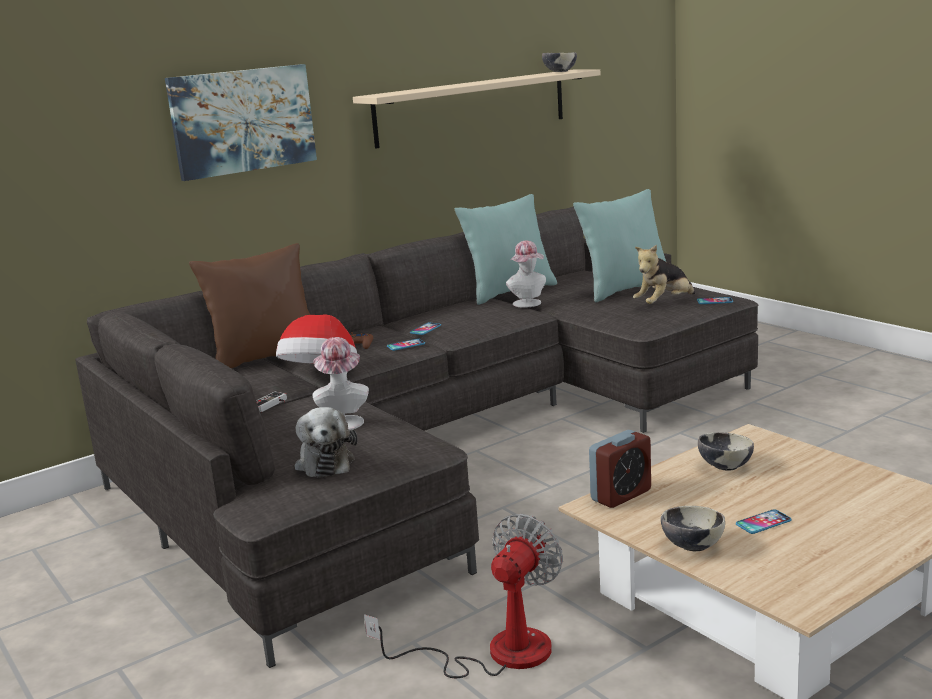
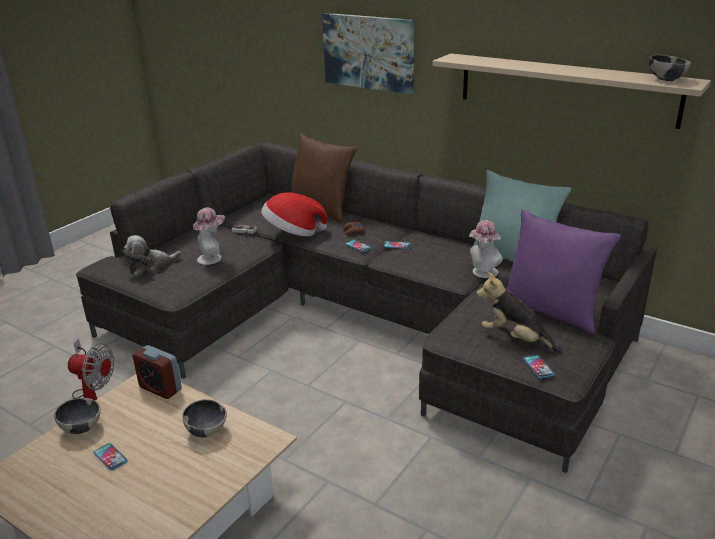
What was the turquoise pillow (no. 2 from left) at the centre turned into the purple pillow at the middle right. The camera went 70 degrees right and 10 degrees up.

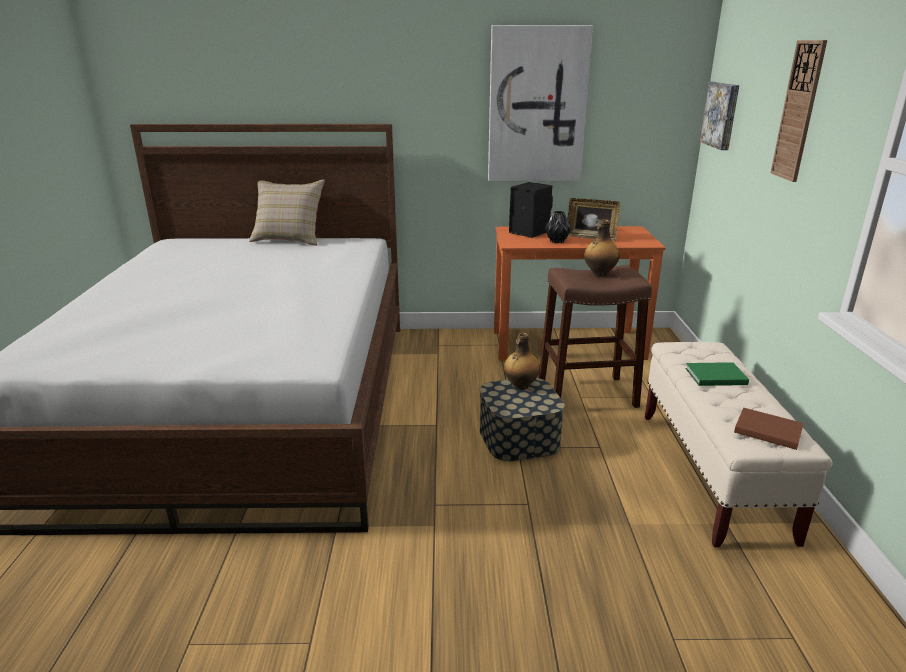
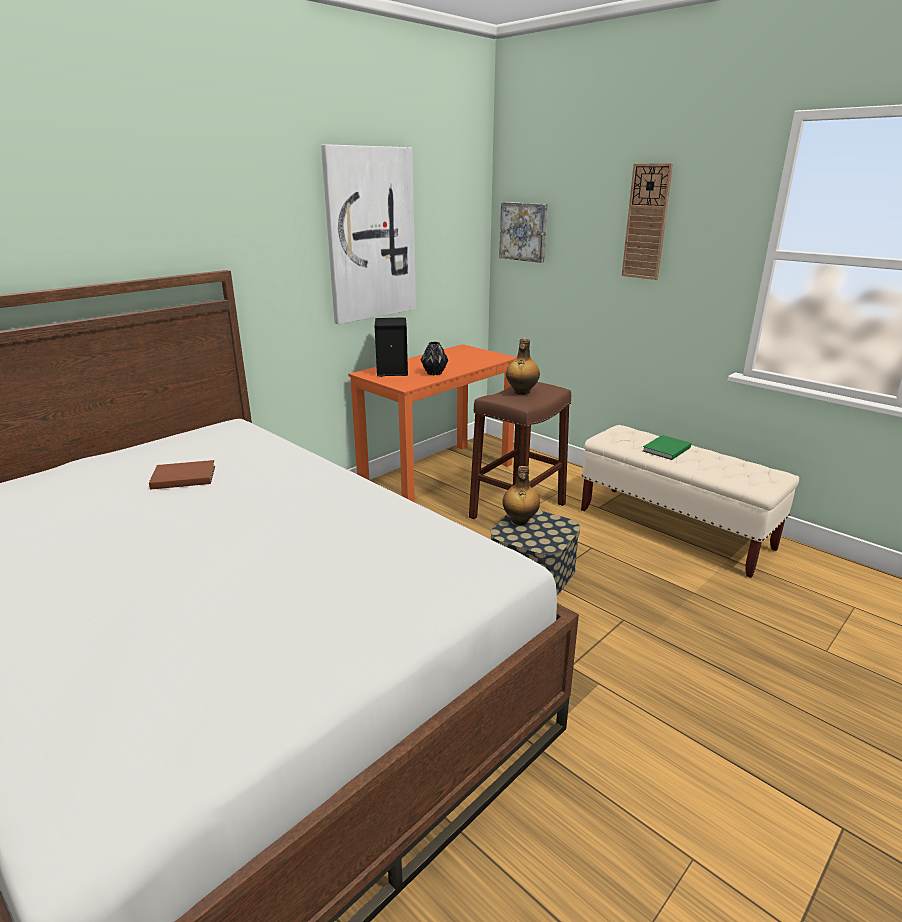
The brown book ended up elsewhere, having gone from the middle right to the middle left. The second view lost the beige pillow at the top left. The second view lost the picture frame at the top centre. The camera went 45 degrees left and 0 degrees up.

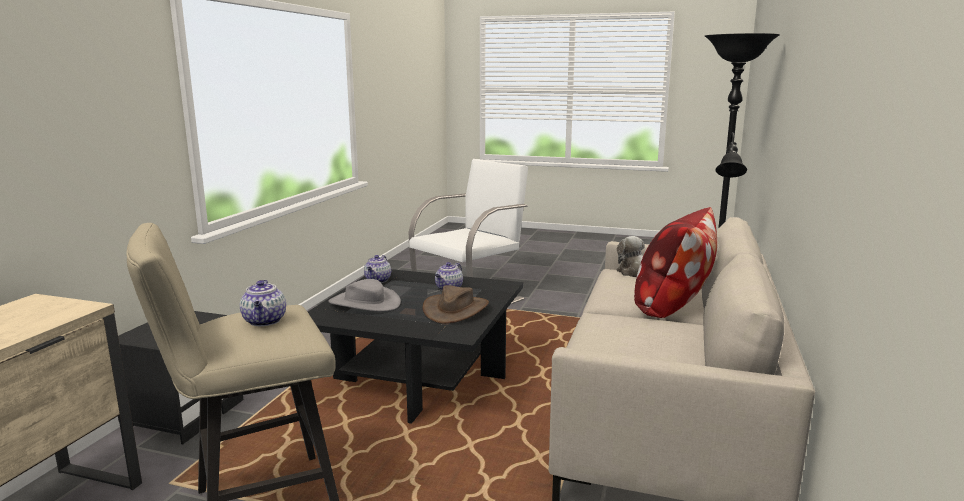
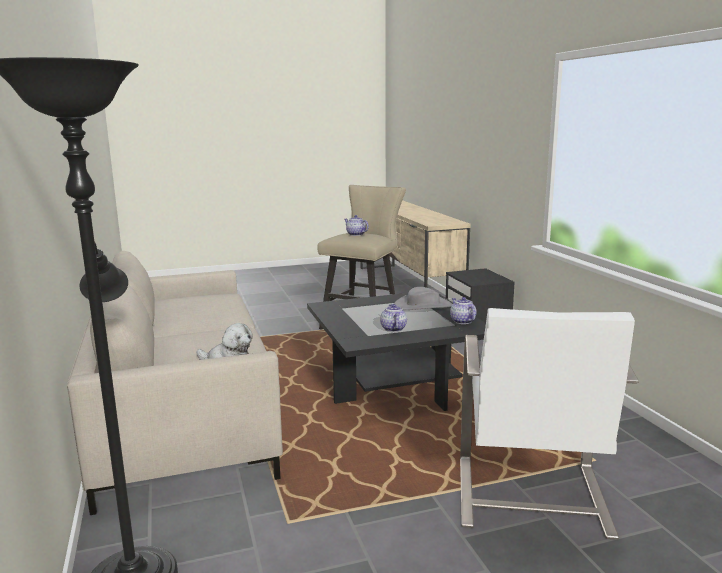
The second view lost the brown hat at the centre. The second view lost the pillow at the middle right. The camera went 145 degrees right and 0 degrees up.

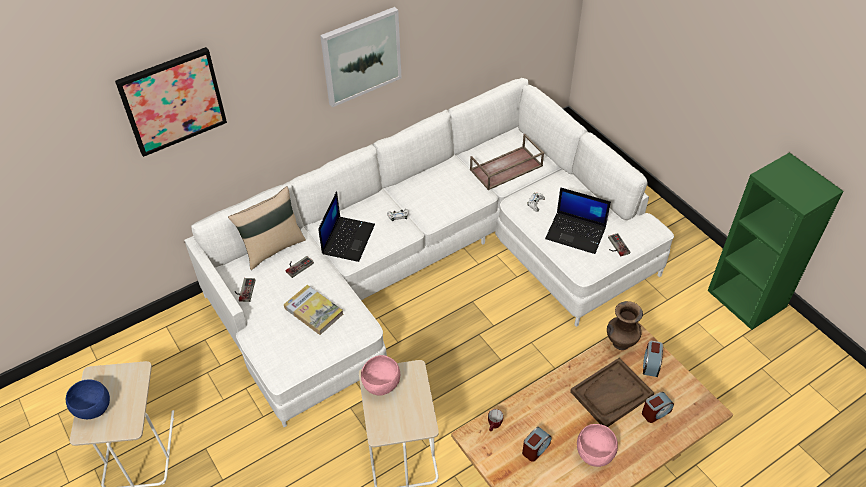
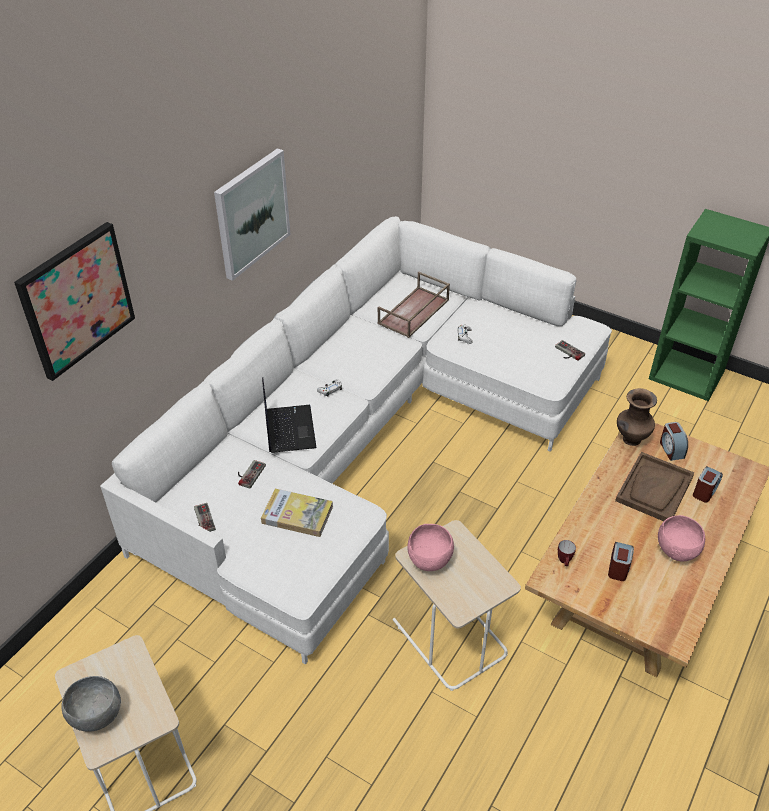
What was the blue bowl at the bottom left turned into the grey bowl at the bottom left. The second view lost the beige pillow at the middle left. The second view lost the laptop (no. 2 from left) at the middle right. The camera went 25 degrees left and 5 degrees down.

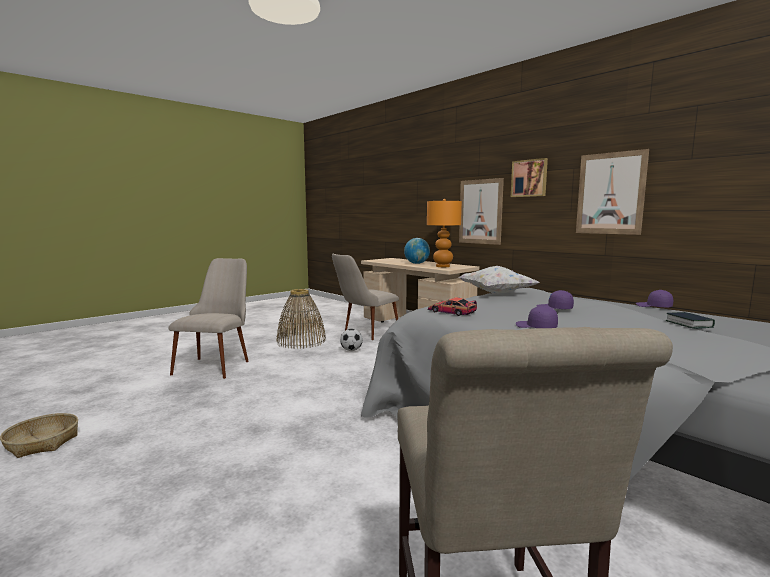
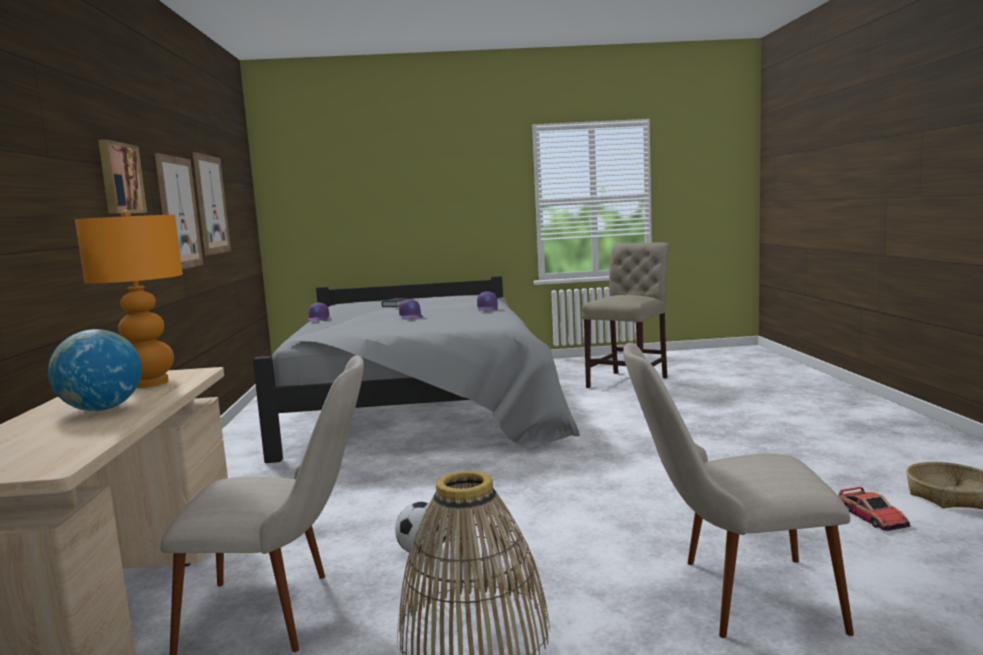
The picture (no. 1 from left in the first image) ended up elsewhere, having gone from the centre to the top left. The beige chair (no. 1 from left in the first image) at the middle left ended up facing another way, 45 degrees clockwise from before. The toy car ended up elsewhere, having gone from the centre to the bottom right. The second view lost the white pillow at the centre. The camera went 140 degrees left and 0 degrees up.

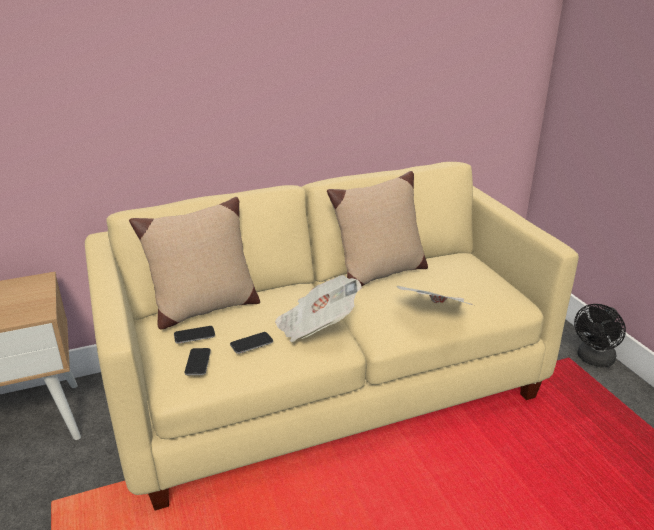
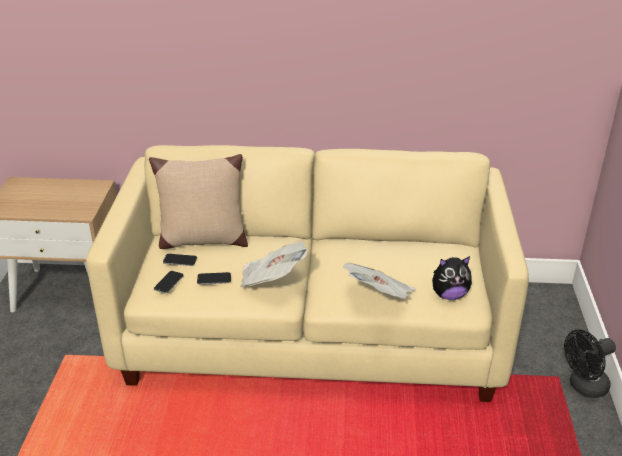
The second view gained the plush toy at the middle right. The second view lost the beige pillow (no. 2 from left) at the centre. The camera went 25 degrees right and 5 degrees up.

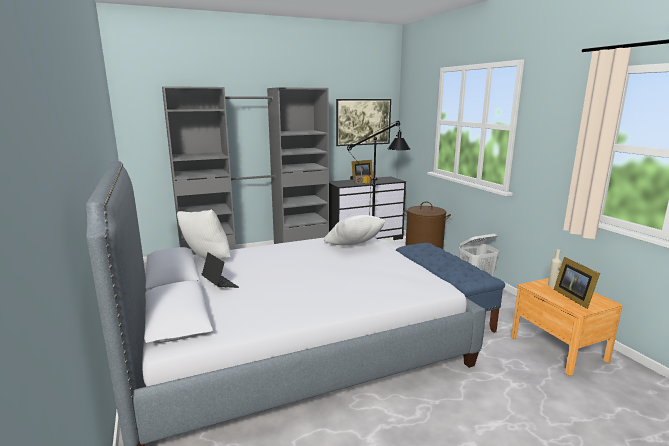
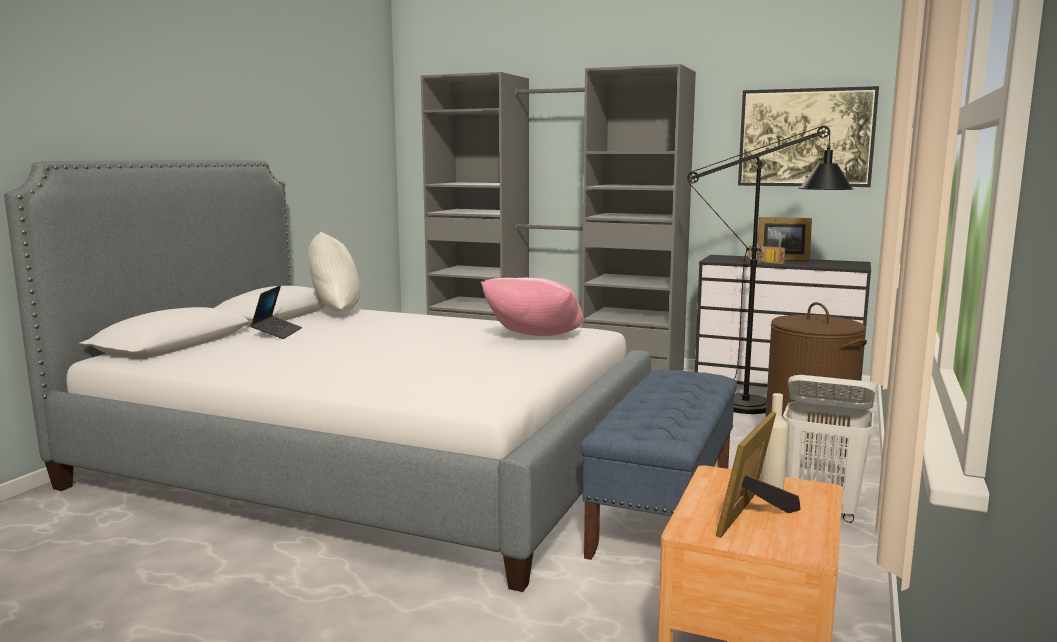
What was the white pillow (no. 2 from left) at the centre turned into the pink pillow at the centre. The camera went 45 degrees right and 5 degrees down.

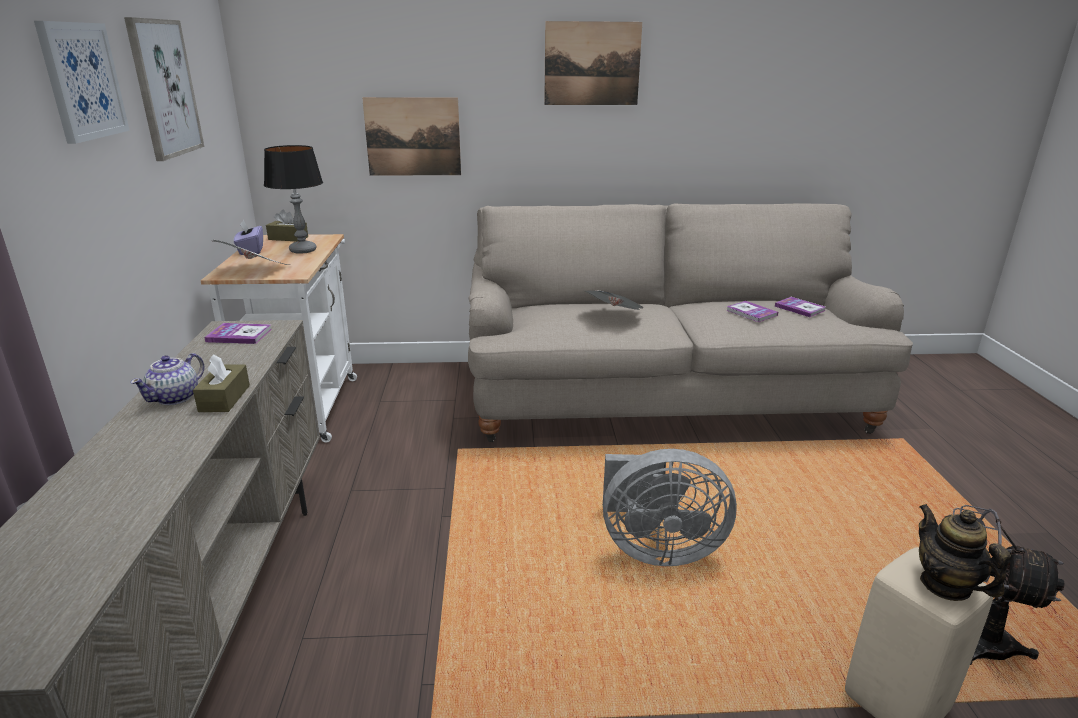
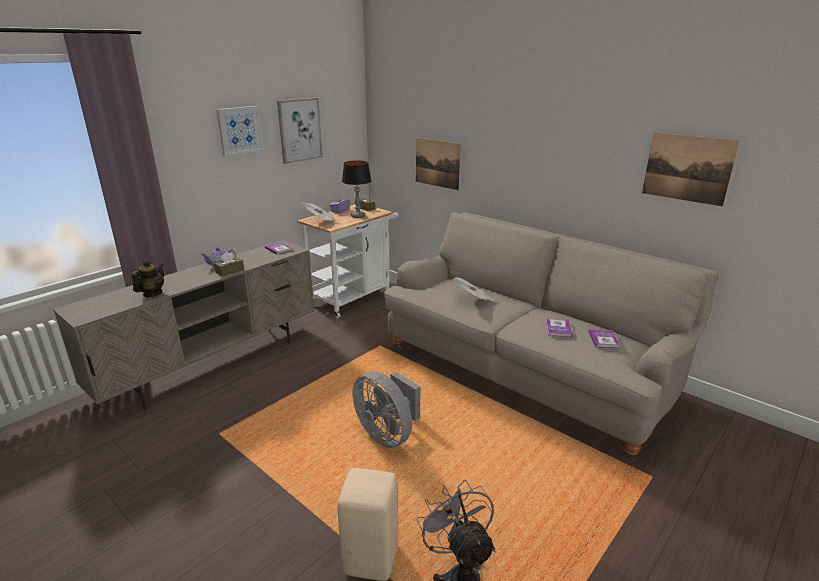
The teapot (no. 2 from left in the first image) ended up elsewhere, having gone from the bottom right to the middle left. The picture (no. 4 from left) ended up elsewhere, having gone from the top centre to the top right. The camera went 45 degrees right and 0 degrees up.

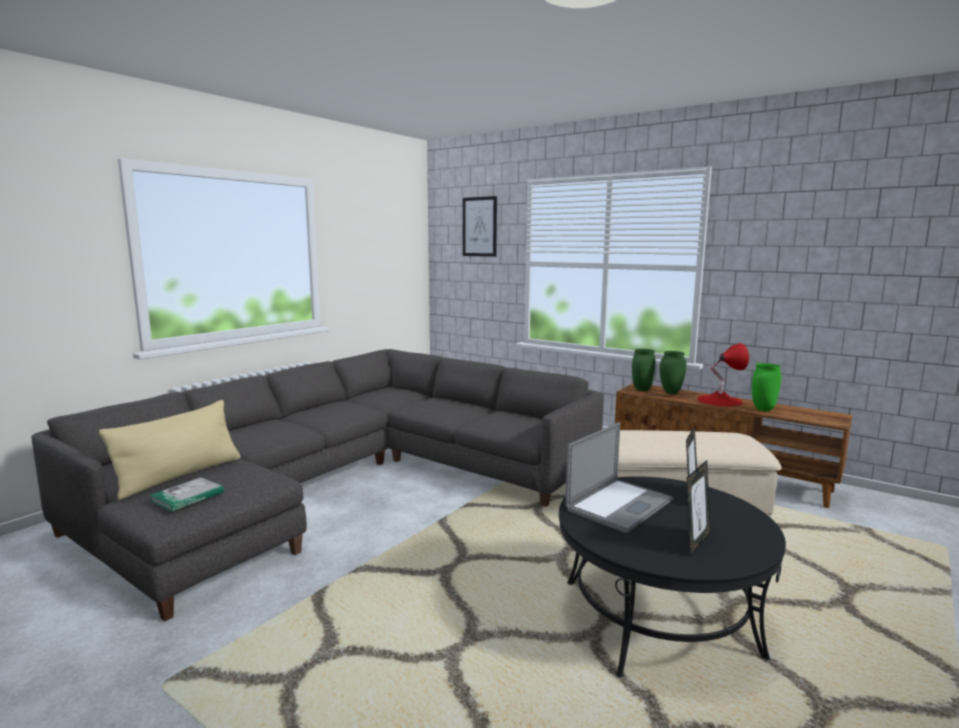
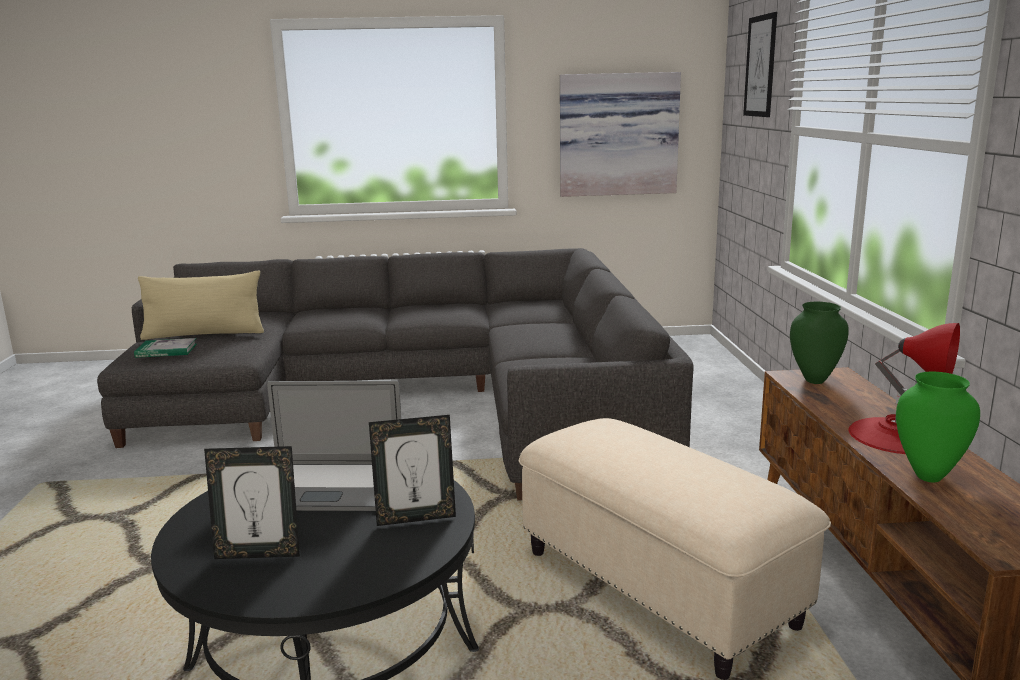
The second view gained the picture (no. 1 from left) at the top centre. The second view lost the green vase (no. 2 from left) at the middle right. The camera went 50 degrees right and 5 degrees up.

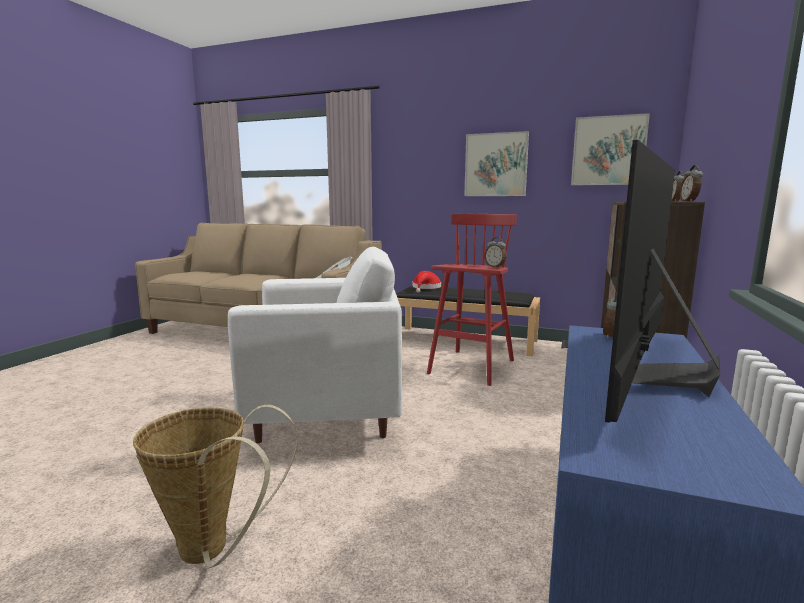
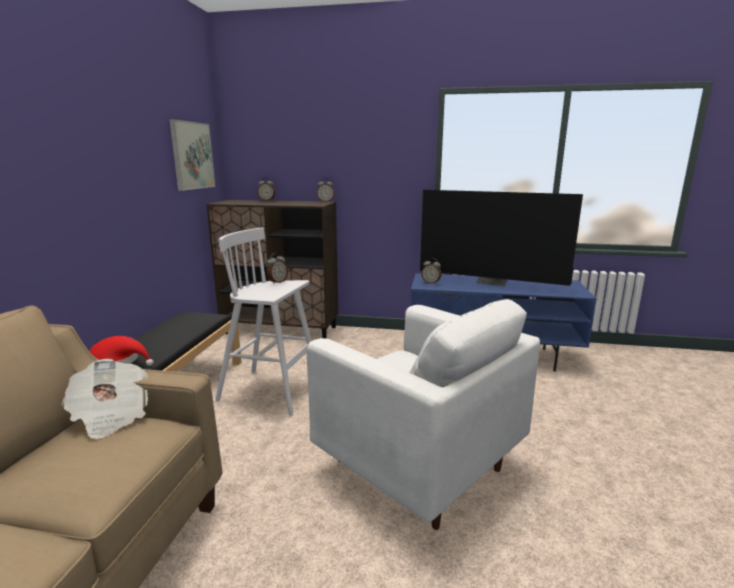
What was the red stool at the centre turned into the white stool at the centre. The white armchair at the centre ended up facing another way, 150 degrees clockwise from before. The second view lost the basket at the bottom left. The second view lost the picture (no. 1 from left) at the top centre. The camera went 100 degrees left and 5 degrees up.

